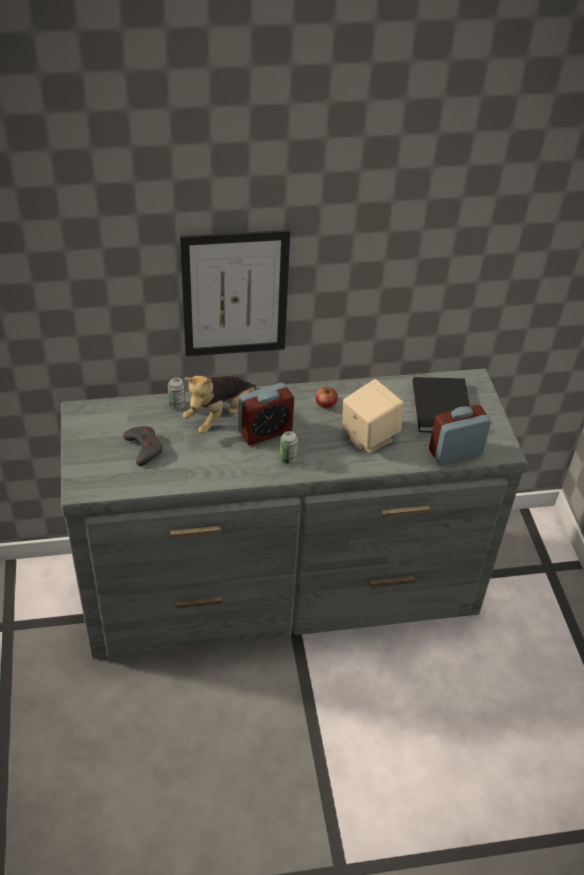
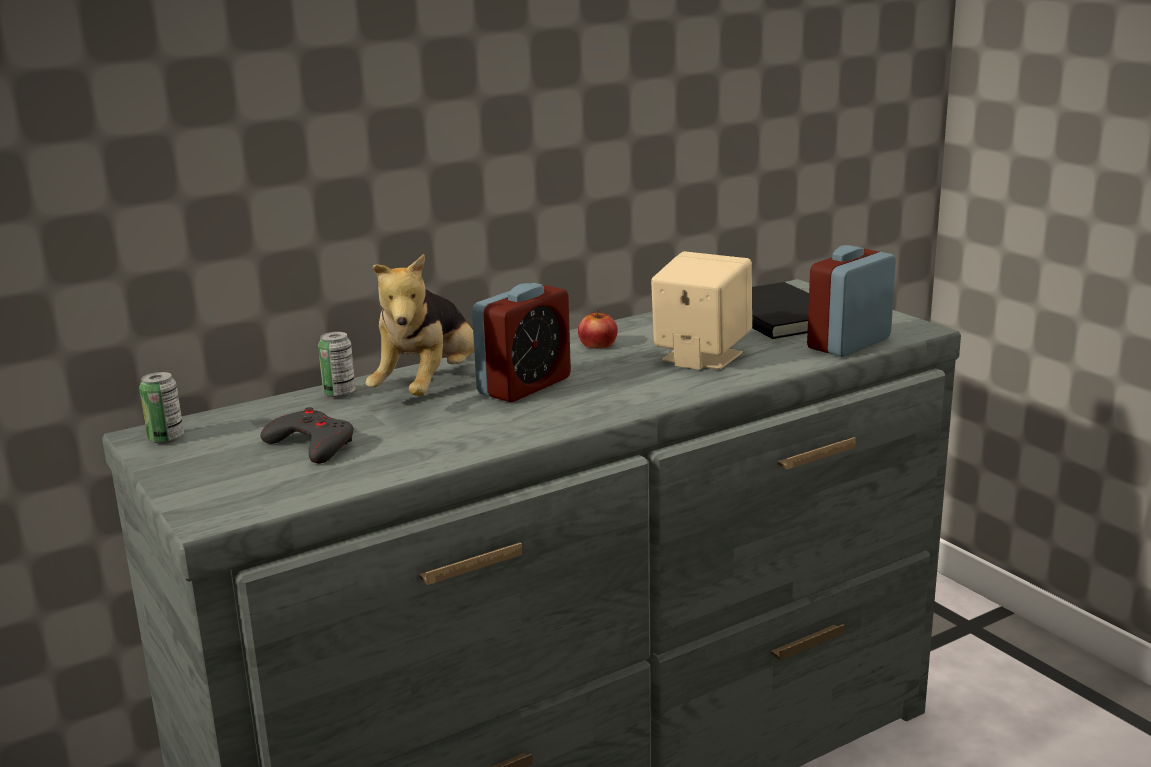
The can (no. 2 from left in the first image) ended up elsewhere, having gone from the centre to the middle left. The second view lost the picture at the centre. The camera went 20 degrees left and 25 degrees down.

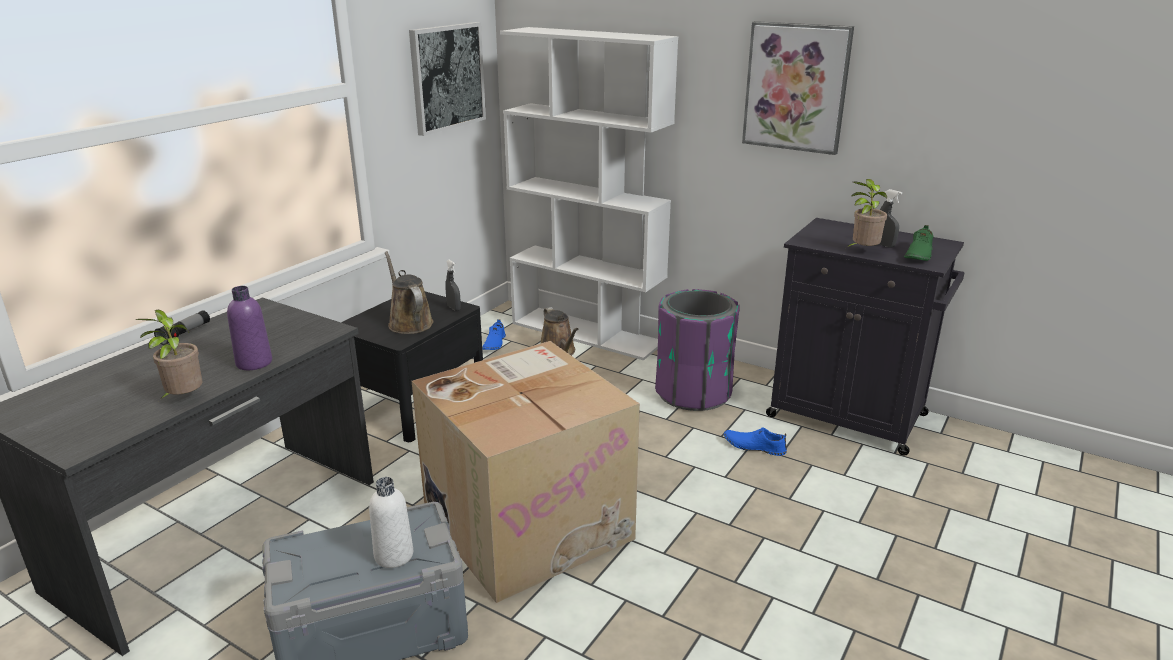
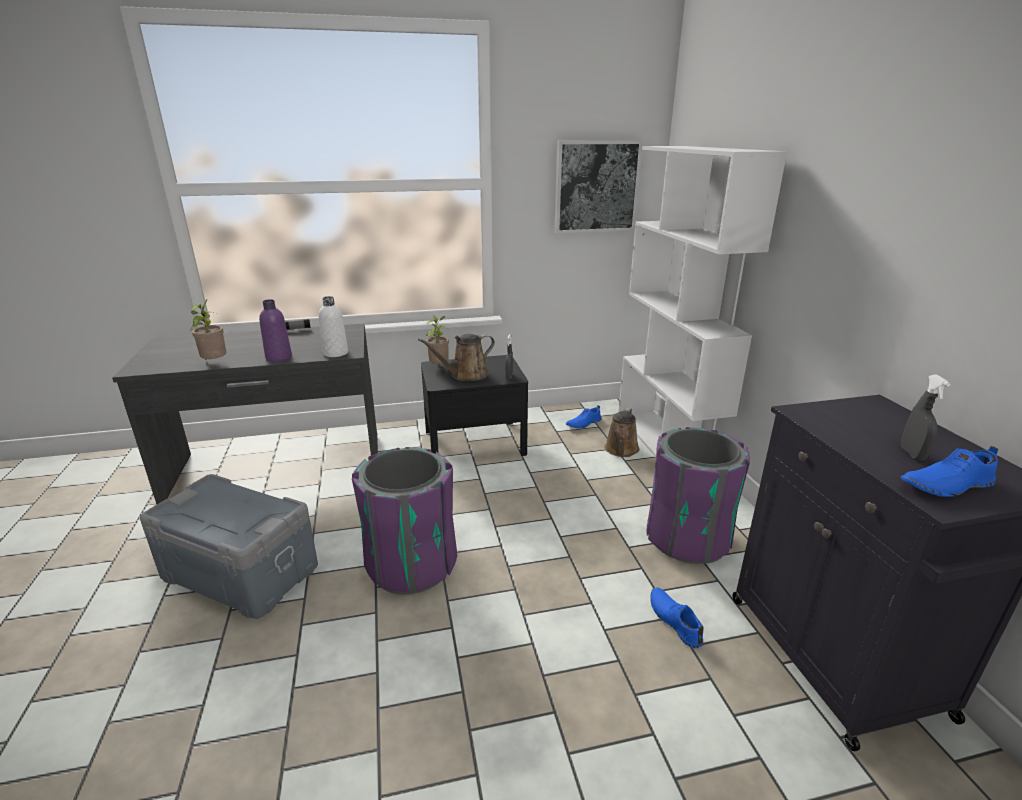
The white bottle ended up elsewhere, having gone from the bottom centre to the middle left. Where the cardboard box stood at the bottom centre, the purple trash can (no. 1 from left) came to stand at the centre. The brown watering can (no. 1 from left) at the centre ended up facing another way, 135 degrees counterclockwise from before. The potted plant (no. 2 from left) ended up elsewhere, having gone from the top right to the centre. What was the green shoe at the middle right turned into the blue shoe (no. 3 from left) at the middle right. The second view lost the picture (no. 2 from left) at the top right. The camera went 45 degrees right and 0 degrees up.

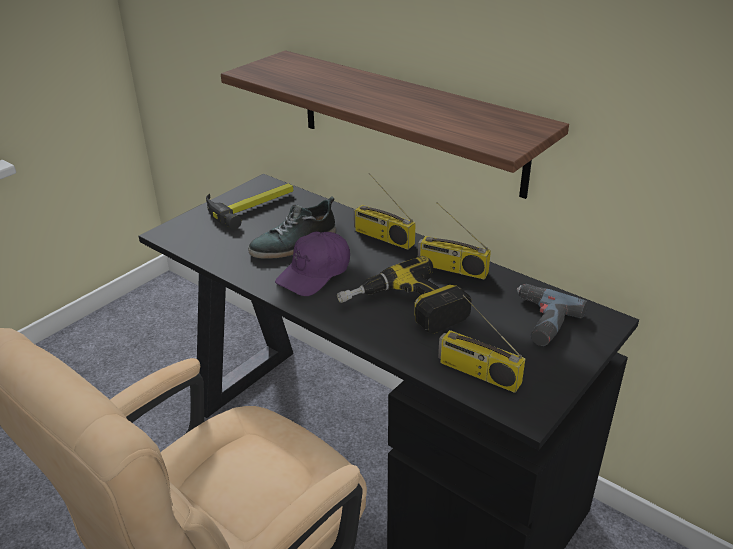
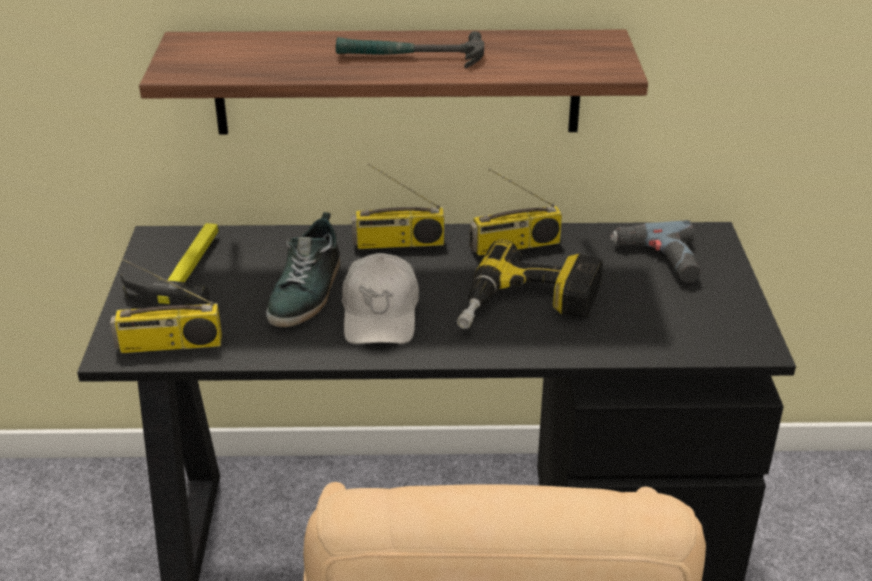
The radio (no. 3 from left in the first image) ended up elsewhere, having gone from the centre to the middle left. The second view gained the hammer (no. 2 from left) at the top centre. What was the purple cap at the centre turned into the white cap at the centre. The camera went 40 degrees left and 0 degrees up.

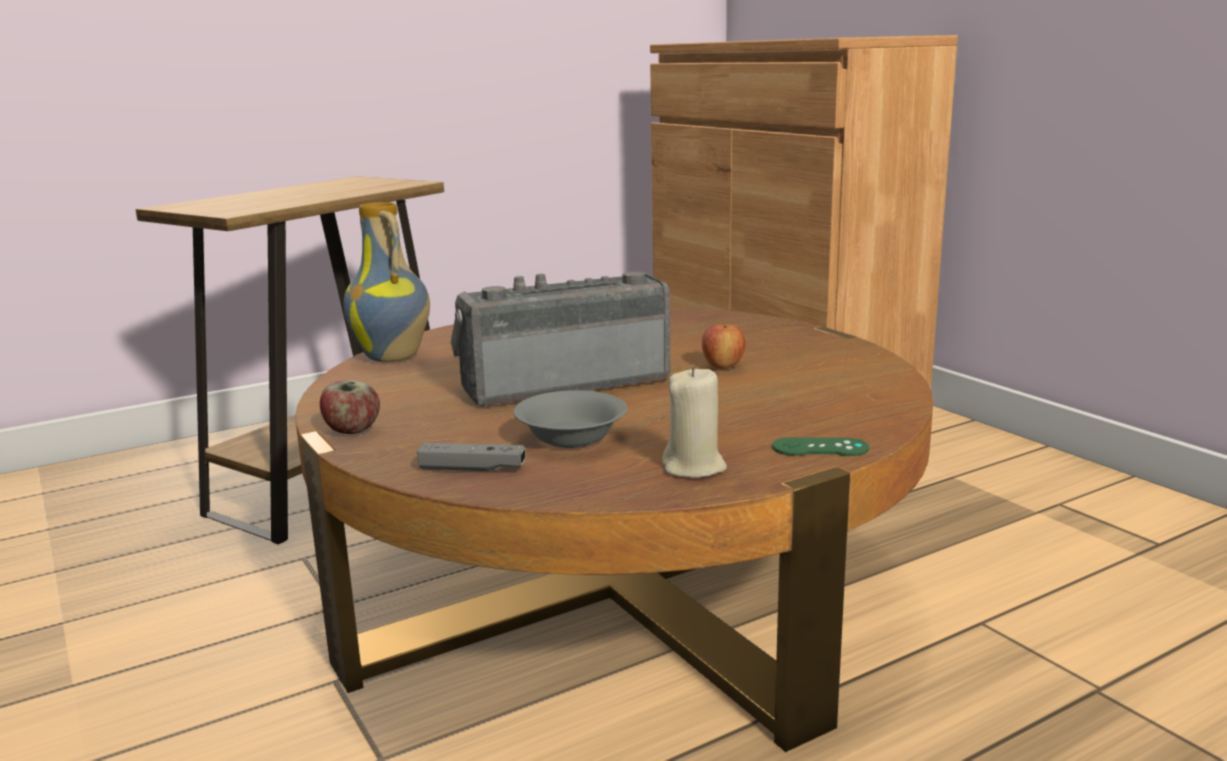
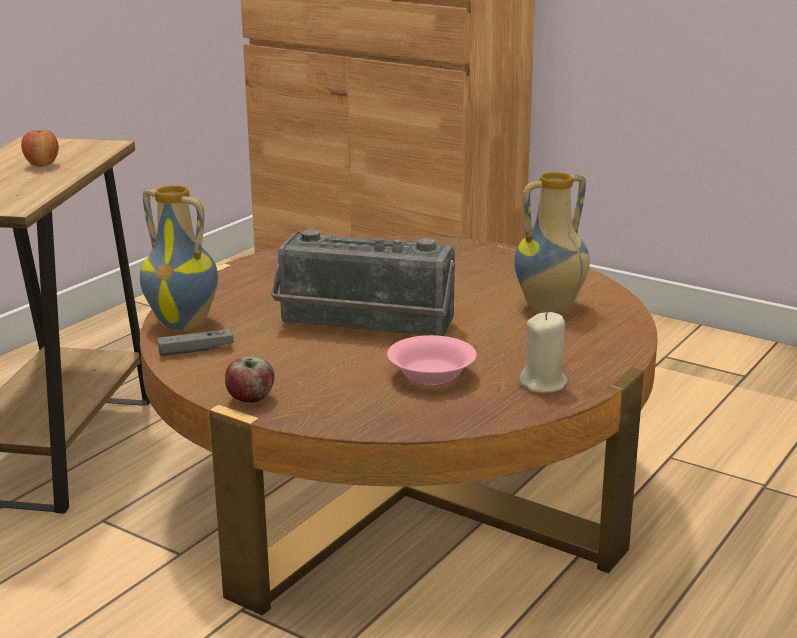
The apple (no. 2 from left in the first image) ended up elsewhere, having gone from the centre to the top left. The grey game controller ended up elsewhere, having gone from the centre to the middle left. The radio at the centre ended up facing another way, 120 degrees counterclockwise from before. What was the grey bowl at the centre turned into the pink bowl at the centre. The second view gained the vase (no. 2 from left) at the middle right. The second view lost the green game controller at the middle right. The camera went 25 degrees left and 5 degrees up.

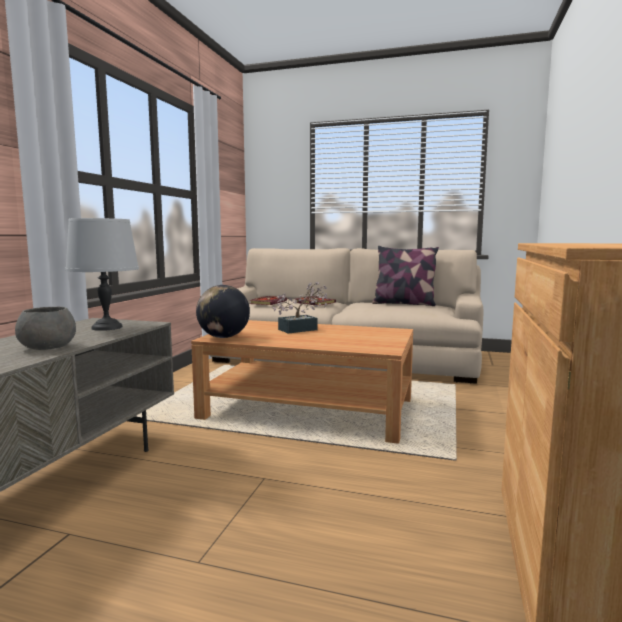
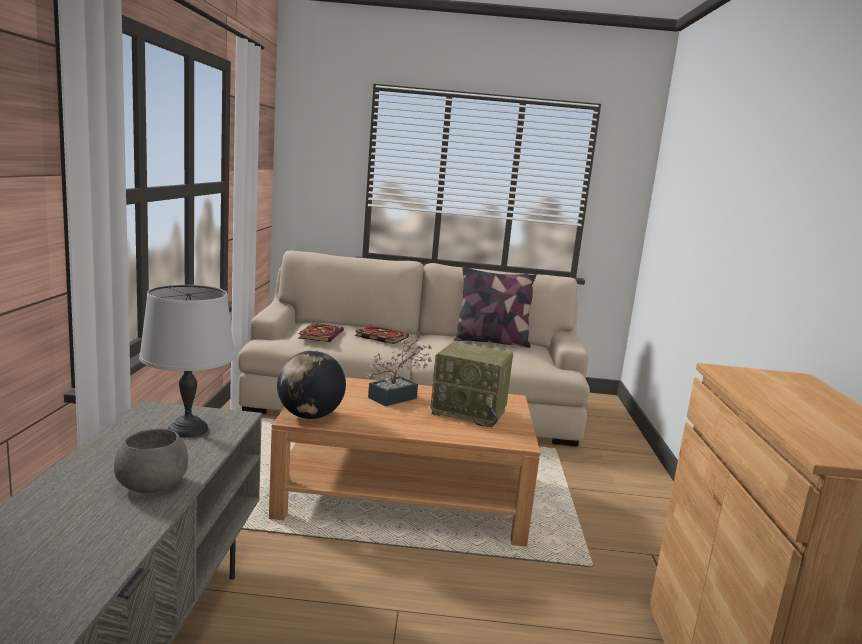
The second view gained the radio at the centre. The camera went 15 degrees left and 5 degrees up.

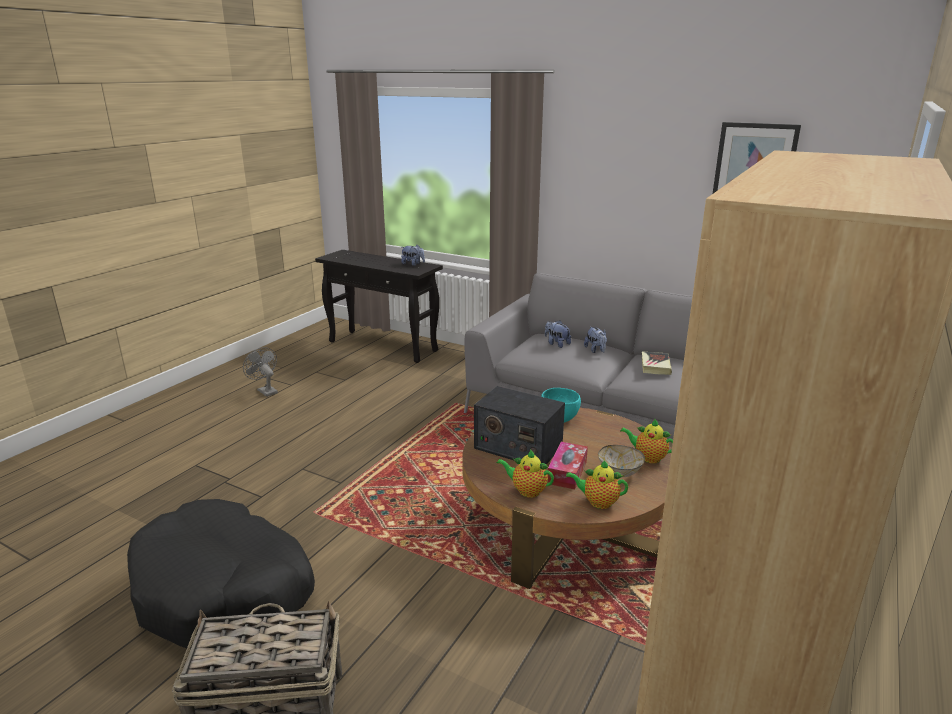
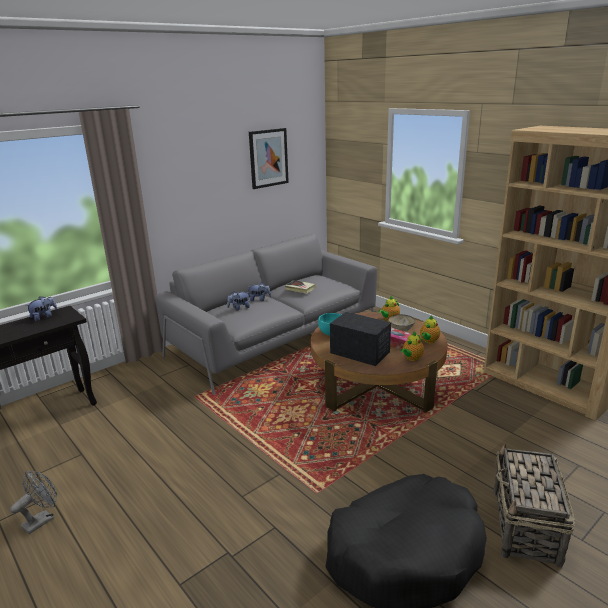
The grey fan at the middle left ended up facing another way, 150 degrees clockwise from before. The radio at the centre ended up facing another way, 105 degrees counterclockwise from before. The camera went 70 degrees left and 0 degrees up.

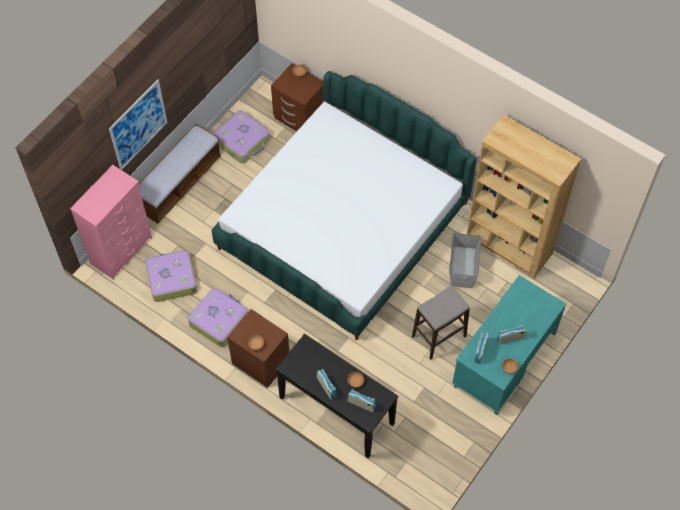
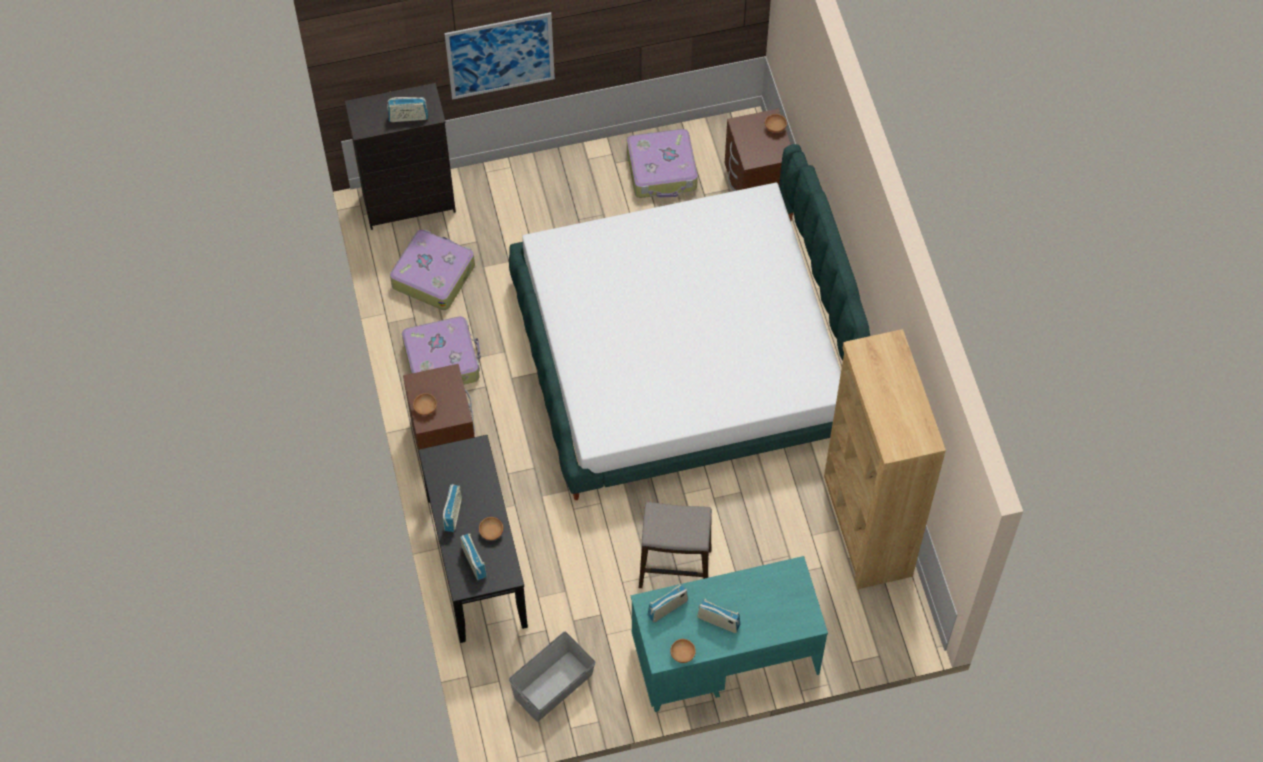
What was the pink dresser at the middle left turned into the black dresser at the top left. The second view gained the radio (no. 1 from left) at the top left. The grey storage box ended up elsewhere, having gone from the middle right to the bottom centre. The second view lost the bench at the middle left. The camera went 40 degrees right and 0 degrees up.

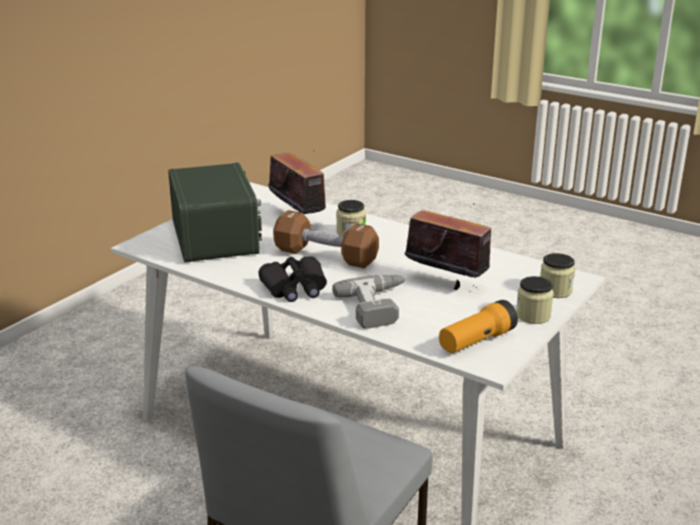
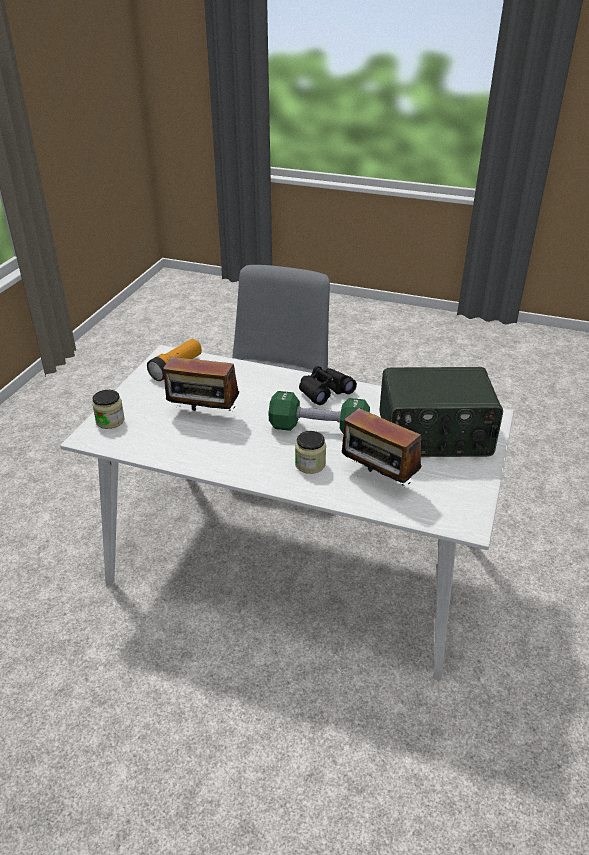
What was the brown dumbbell at the centre turned into the green dumbbell at the centre. The radio (no. 1 from left in the first image) at the middle left ended up facing another way, 60 degrees counterclockwise from before. The second view lost the power drill at the centre. The second view lost the jar (no. 2 from left) at the middle right. The camera went 165 degrees right and 10 degrees up.

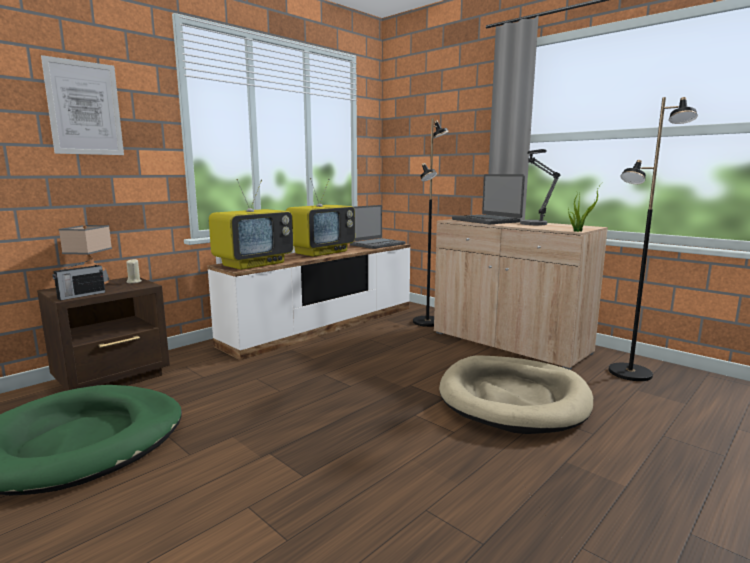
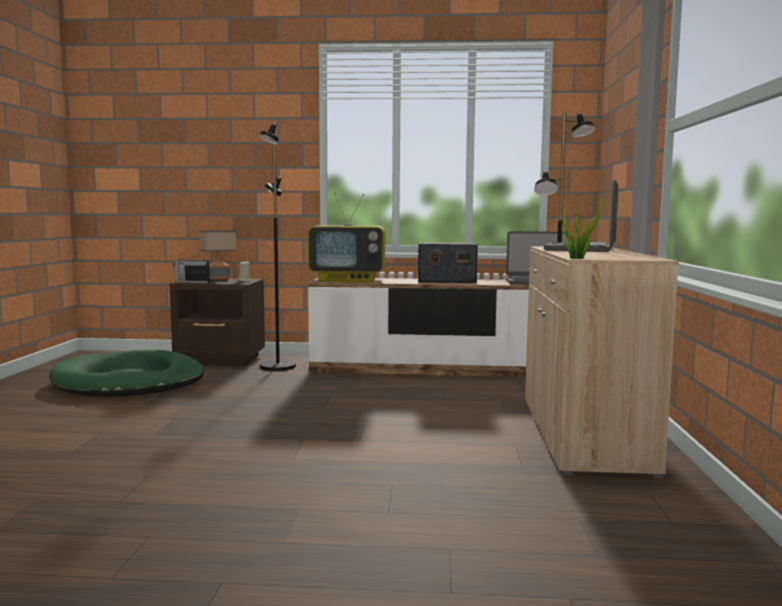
The black floor lamp (no. 2 from left in the first image) ended up elsewhere, having gone from the middle right to the centre. Where the television (no. 2 from left) stood at the centre, the radio (no. 2 from left) came to stand at the centre. The second view lost the picture at the top left. The second view lost the beige dog bed at the bottom right. The second view lost the table lamp (no. 2 from left) at the top right. The camera went 50 degrees right and 5 degrees down.

